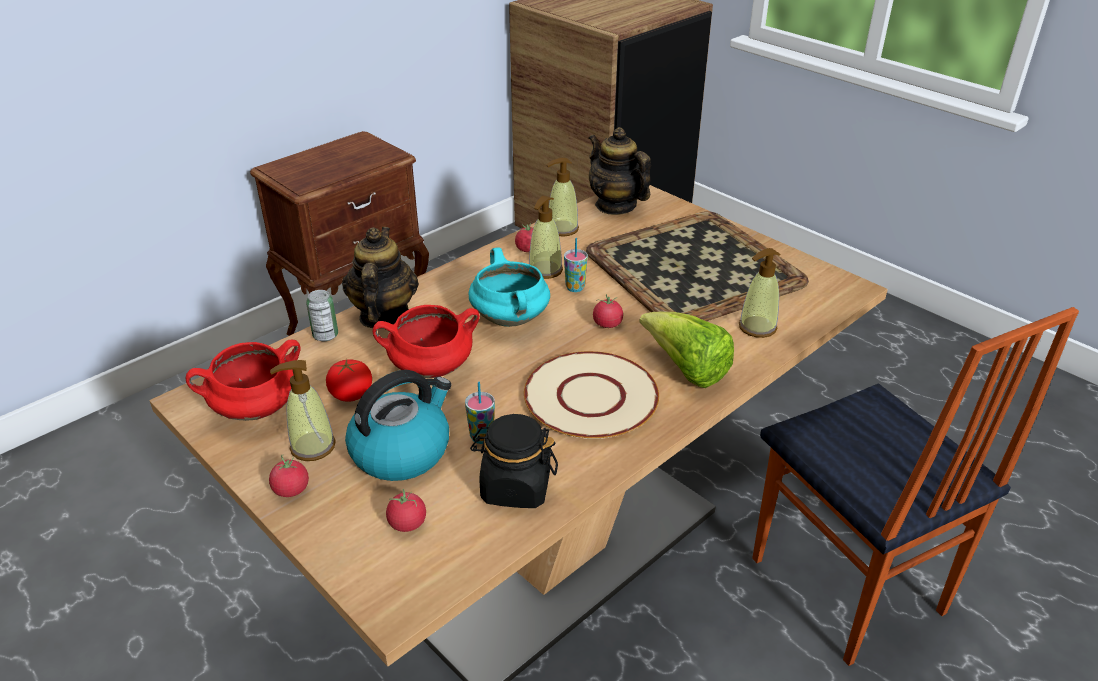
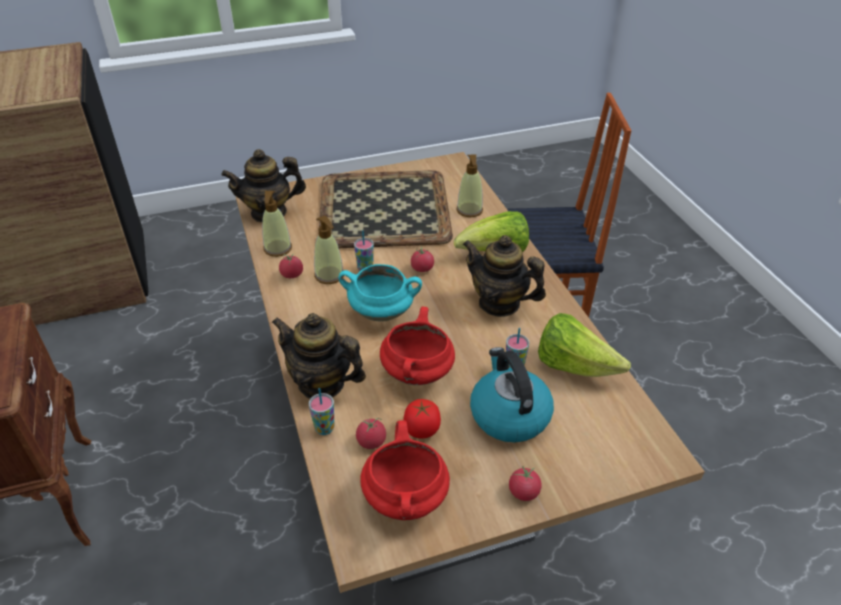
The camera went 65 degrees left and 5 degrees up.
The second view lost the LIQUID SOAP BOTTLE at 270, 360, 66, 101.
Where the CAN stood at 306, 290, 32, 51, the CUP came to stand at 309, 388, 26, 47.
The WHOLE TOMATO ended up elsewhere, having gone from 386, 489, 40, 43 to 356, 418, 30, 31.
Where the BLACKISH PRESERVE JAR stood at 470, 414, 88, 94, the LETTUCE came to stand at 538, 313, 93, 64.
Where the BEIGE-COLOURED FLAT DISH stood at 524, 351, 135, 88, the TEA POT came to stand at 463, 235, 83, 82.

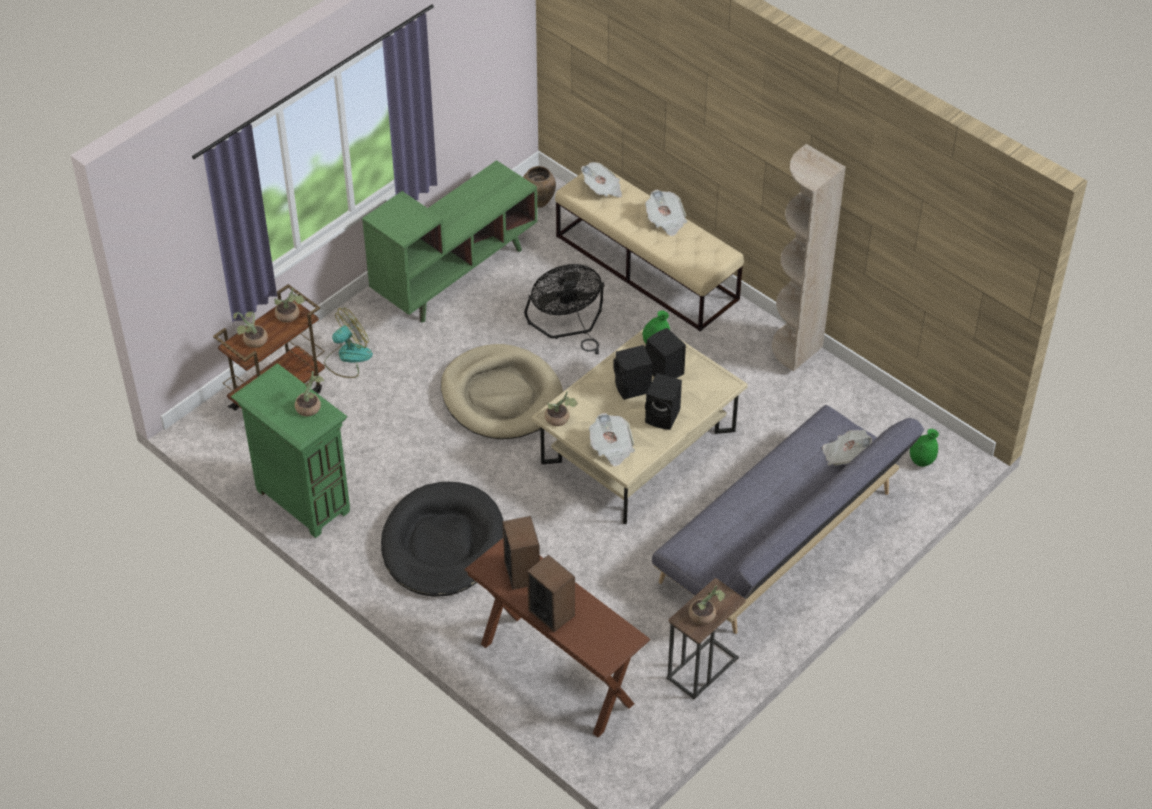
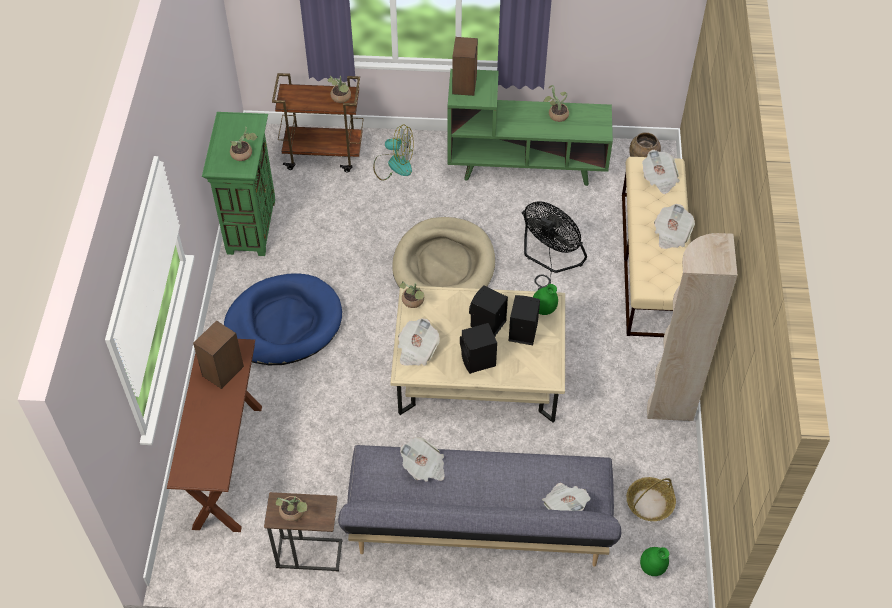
The camera went 50 degrees right and 5 degrees up.
The PLANT IN A POT ended up elsewhere, having gone from 233, 311, 35, 37 to 543, 85, 26, 37.
What was the BLACKISH DOG BED at 381, 482, 122, 115 turned into the BLUISH DOG BED at 224, 273, 118, 92.
The AUDIO SPEAKER ended up elsewhere, having gone from 527, 555, 48, 77 to 452, 37, 26, 59.
The second view gained the DAILY PAPER at 400, 437, 44, 45.
The second view gained the STORAGE BASKET at 626, 477, 50, 44.

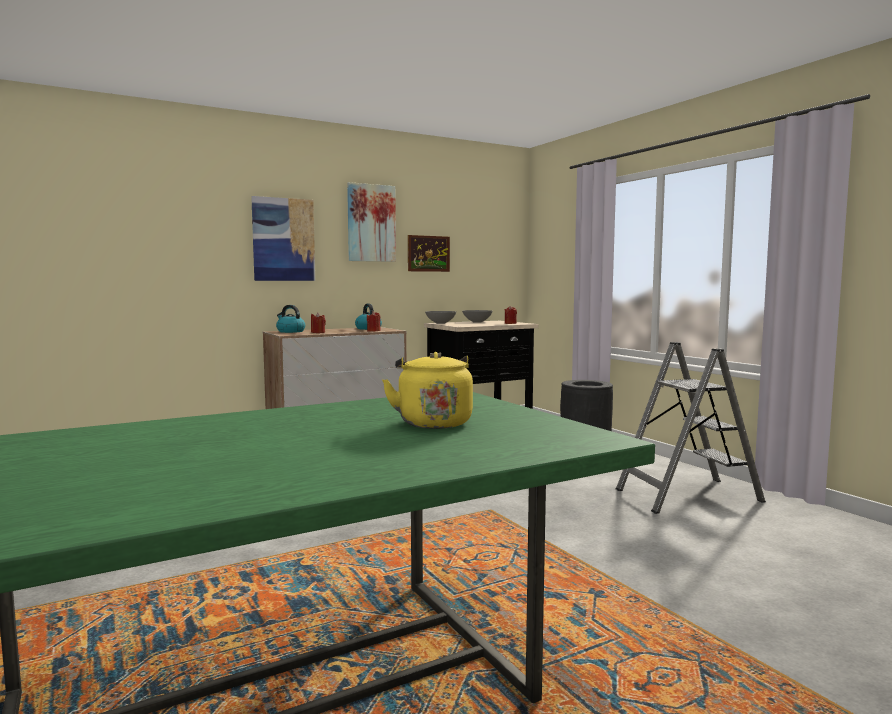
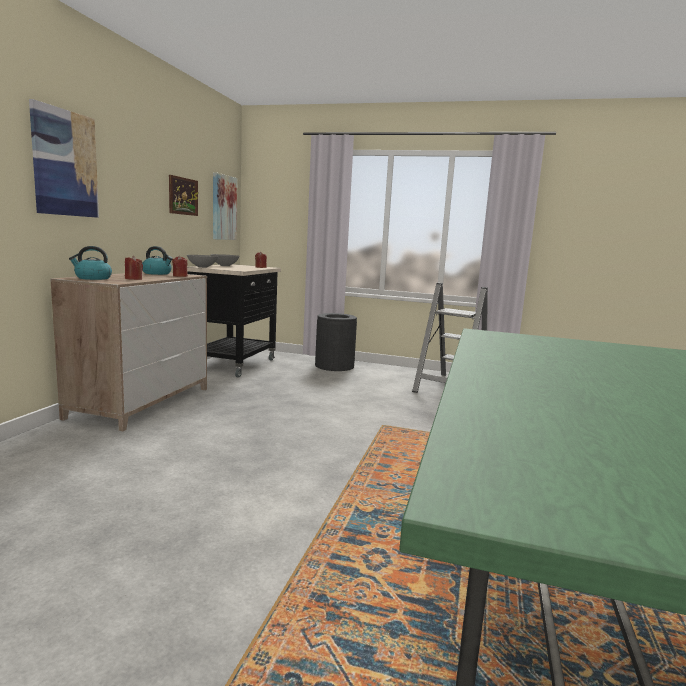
The camera went 45 degrees left and 5 degrees up.
The PICTURE ended up elsewhere, having gone from 347, 182, 49, 80 to 213, 172, 24, 68.
The second view lost the YELLOW TEA KETTLE at 382, 352, 91, 77.

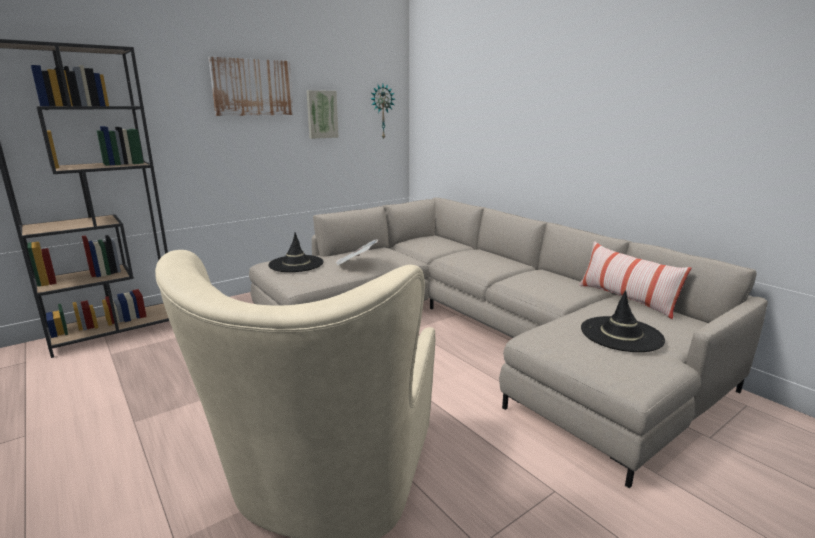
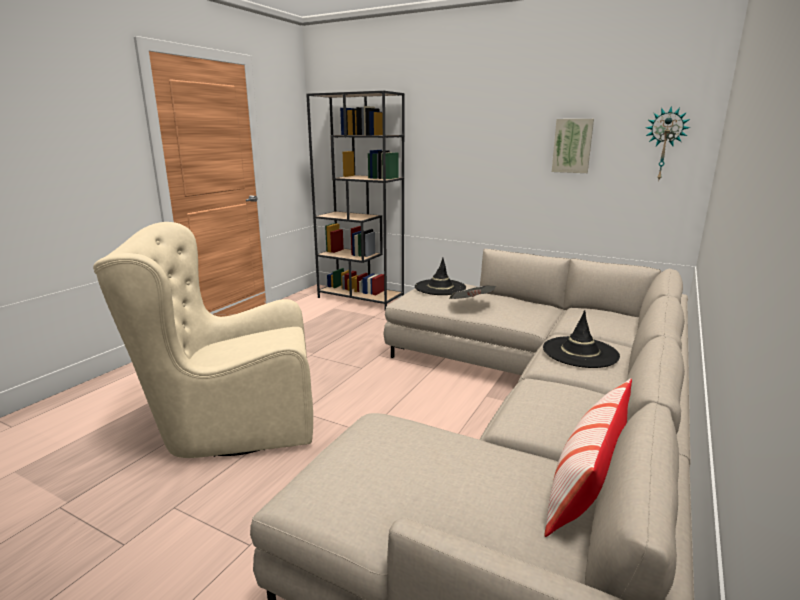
The camera went 65 degrees right and 0 degrees up.
The second view lost the PICTURE at 208, 57, 85, 59.
The BLACKISH CLOTHING HAT ended up elsewhere, having gone from 581, 290, 84, 62 to 543, 310, 77, 58.

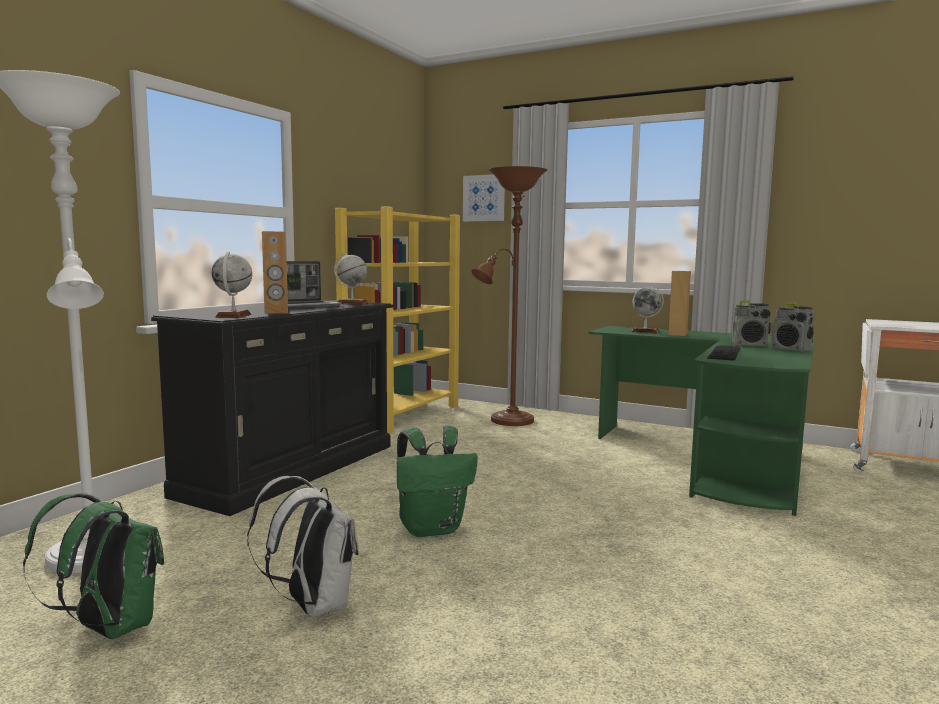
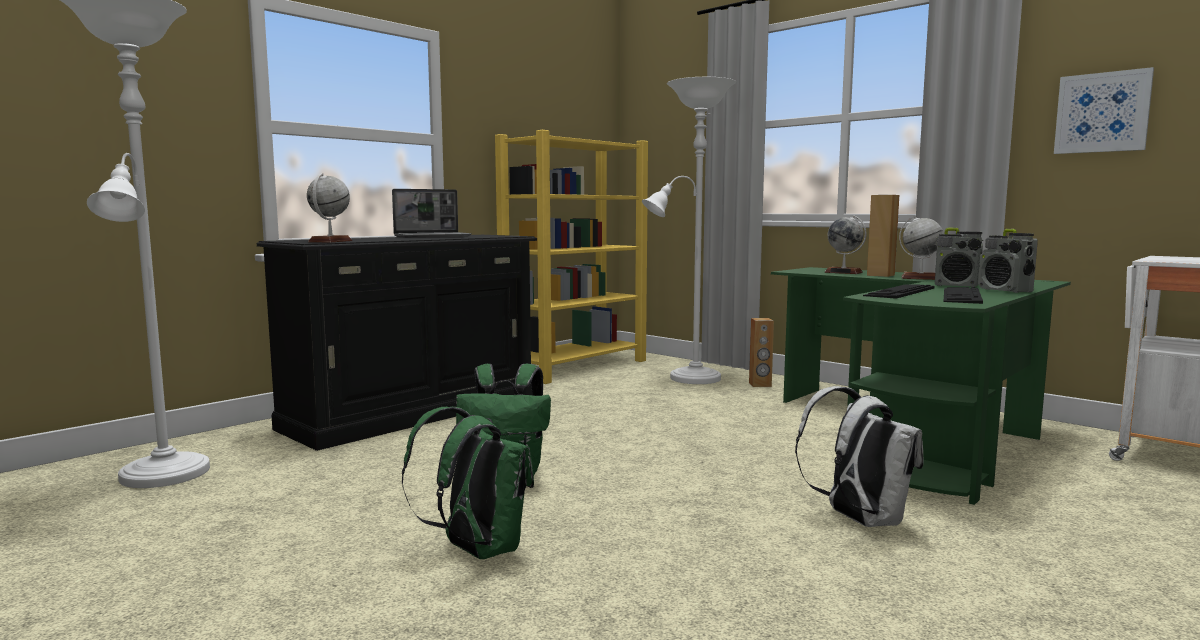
The camera went 15 degrees right and 0 degrees up.
The GREEN-COLOURED RUCKSACK ended up elsewhere, having gone from 23, 493, 141, 146 to 402, 407, 132, 152.
The WHITE RUCKSACK ended up elsewhere, having gone from 247, 476, 112, 141 to 795, 386, 129, 141.
The BROWNISH AUDIO SPEAKER ended up elsewhere, having gone from 262, 231, 26, 83 to 749, 318, 25, 69.
The WORLD GLOBE ended up elsewhere, having gone from 334, 253, 34, 52 to 899, 216, 44, 64.
The PICTURE ended up elsewhere, having gone from 463, 174, 42, 47 to 1054, 67, 100, 87.
What was the BROWNISH STANDARD LAMP at 471, 166, 76, 260 turned into the WHITE STANDARD LAMP at 642, 77, 94, 307.
The second view gained the COMPUTER KEYBOARD at 944, 287, 39, 17.

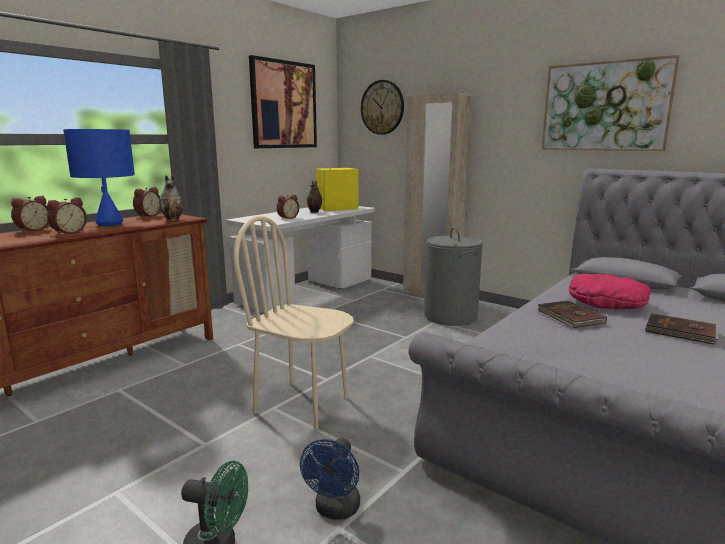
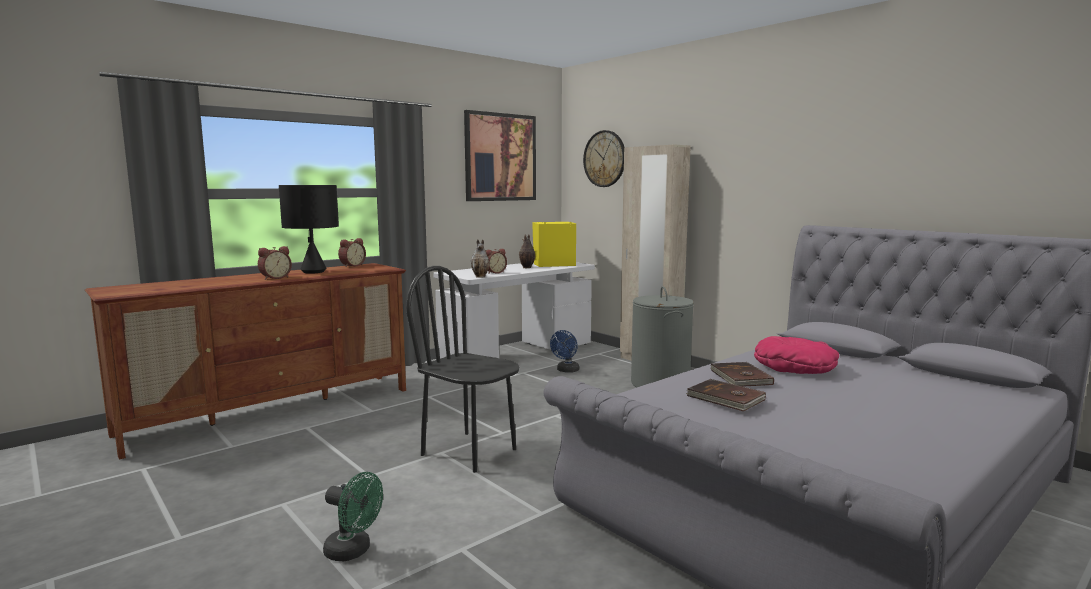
The camera went 10 degrees right and 5 degrees down.
The second view lost the BEDSIDE CLOCK at 11, 196, 38, 36.
What was the BLUISH TABLETOP LAMP at 63, 129, 72, 97 turned into the BLACKISH TABLETOP LAMP at 279, 185, 60, 89.
The DECORATIVE VASE ended up elsewhere, having gone from 159, 175, 24, 46 to 471, 240, 19, 38.
What was the BEIGE-COLOURED UPRIGHT CHAIR at 233, 216, 121, 213 turned into the BLACKISH UPRIGHT CHAIR at 406, 266, 114, 207.
The BLUISH ELECTRIC FAN ended up elsewhere, having gone from 300, 438, 60, 82 to 550, 330, 29, 43.
The second view lost the PICTURE at 542, 55, 138, 96.
The BROWNISH BOOK ended up elsewhere, having gone from 644, 313, 74, 32 to 686, 379, 80, 32.

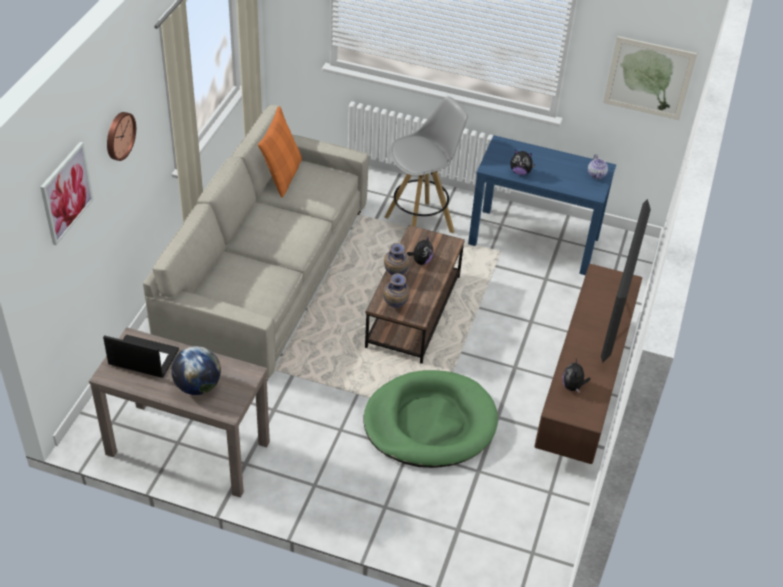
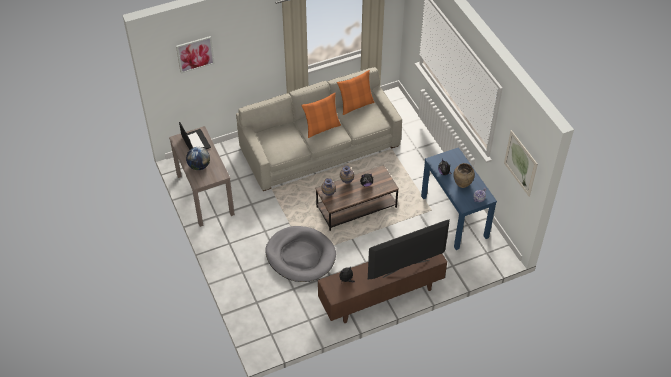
The camera went 50 degrees right and 5 degrees up.
The second view lost the WALL CLOCK at 107, 112, 29, 49.
What was the GREEN-COLOURED DOG BED at 364, 370, 134, 98 turned into the GREYISH DOG BED at 265, 226, 71, 56.
The second view lost the GREYISH STOOL at 384, 96, 84, 137.
The second view gained the ORANGE-COLOURED PILLOW at 301, 93, 40, 45.
The second view gained the BROWNISH DECORATIVE VASE at 453, 163, 22, 25.

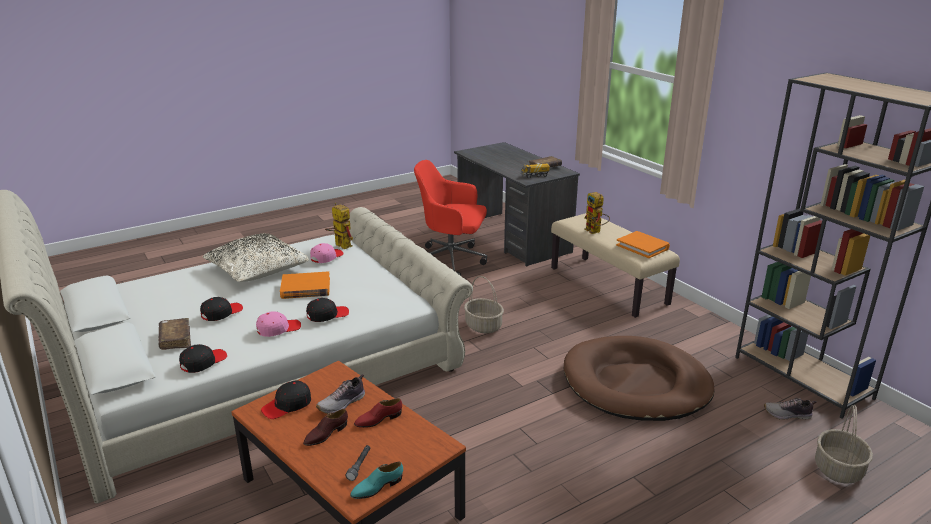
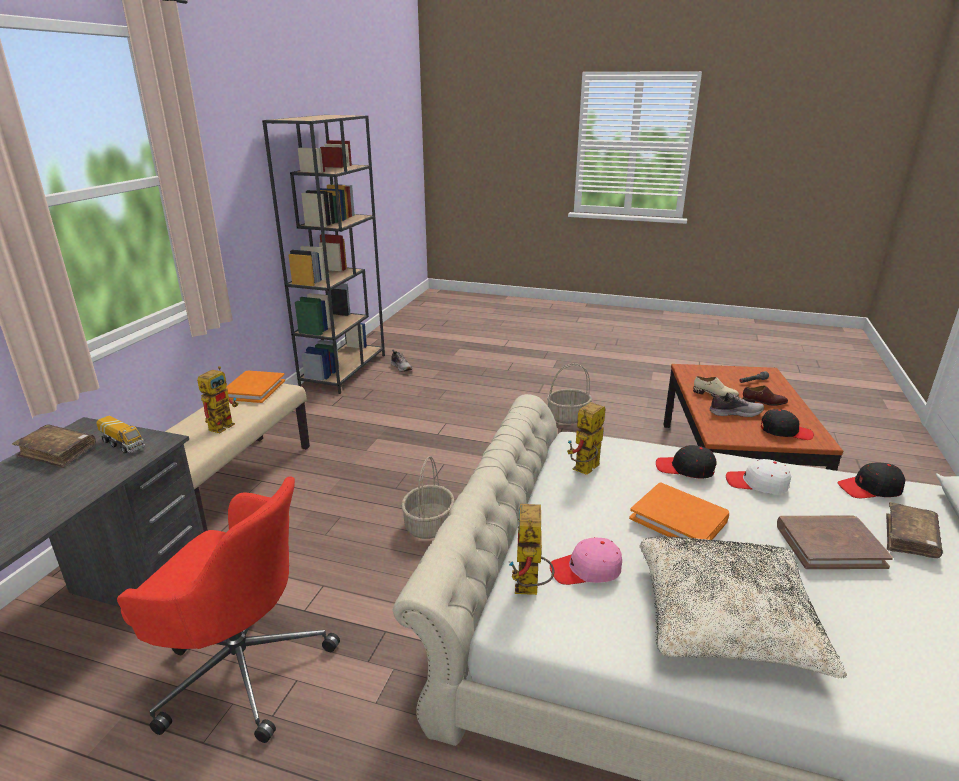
The camera went 130 degrees left and 0 degrees up.
Where the BLACKISH CAP stood at 200, 297, 43, 24, the BROWNISH BOOK came to stand at 777, 515, 116, 54.
What was the PINKISH CAP at 256, 311, 45, 26 turned into the WHITE CAP at 726, 459, 65, 35.
The second view lost the TURQUOISE ITEM OF FOOTWEAR at 350, 462, 53, 37.
What was the REDDISH ITEM OF FOOTWEAR at 354, 398, 48, 30 turned into the BEIGE-COLOURED ITEM OF FOOTWEAR at 693, 376, 46, 21.
The REDDISH OFFICE CHAIR at 414, 160, 73, 116 ended up facing another way, 45 degrees counterclockwise from before.
The second view lost the BROWNISH DOG BED at 564, 336, 151, 85.
The STORAGE BASKET ended up elsewhere, having gone from 815, 405, 58, 79 to 547, 363, 45, 61.
The second view gained the ROBOT FIGURE at 567, 402, 38, 73.

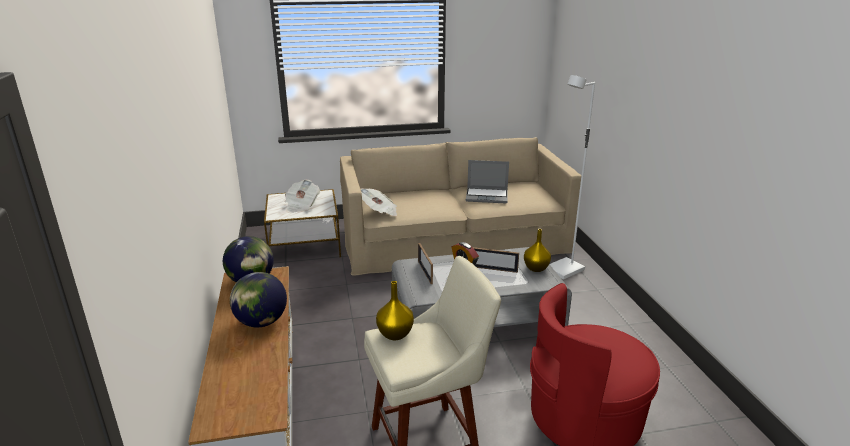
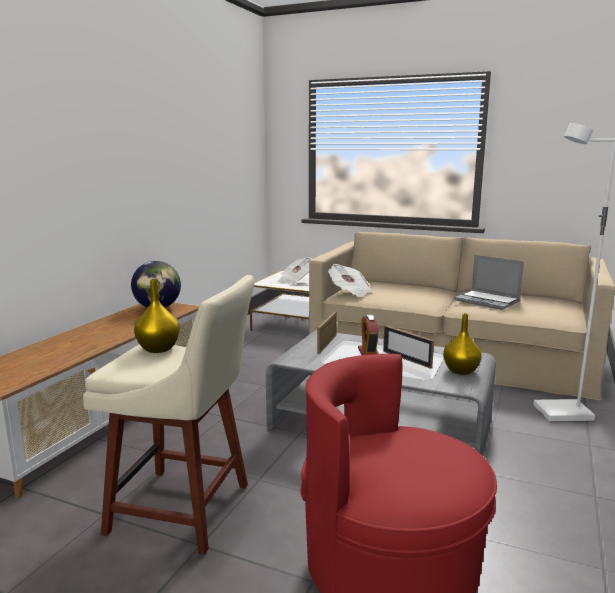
The camera went 35 degrees right and 10 degrees down.
The second view lost the WORLD GLOBE at 230, 272, 57, 55.

